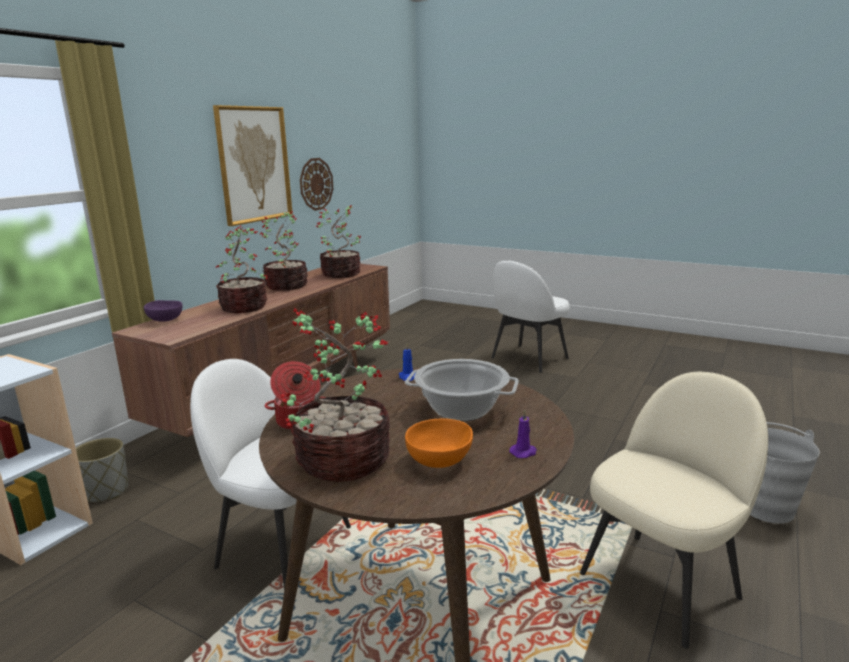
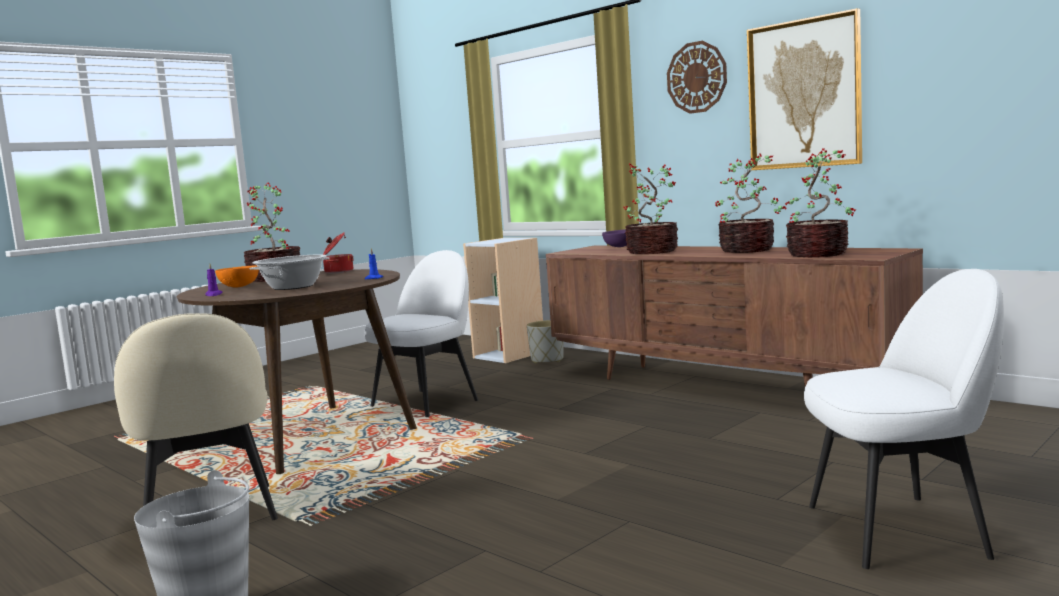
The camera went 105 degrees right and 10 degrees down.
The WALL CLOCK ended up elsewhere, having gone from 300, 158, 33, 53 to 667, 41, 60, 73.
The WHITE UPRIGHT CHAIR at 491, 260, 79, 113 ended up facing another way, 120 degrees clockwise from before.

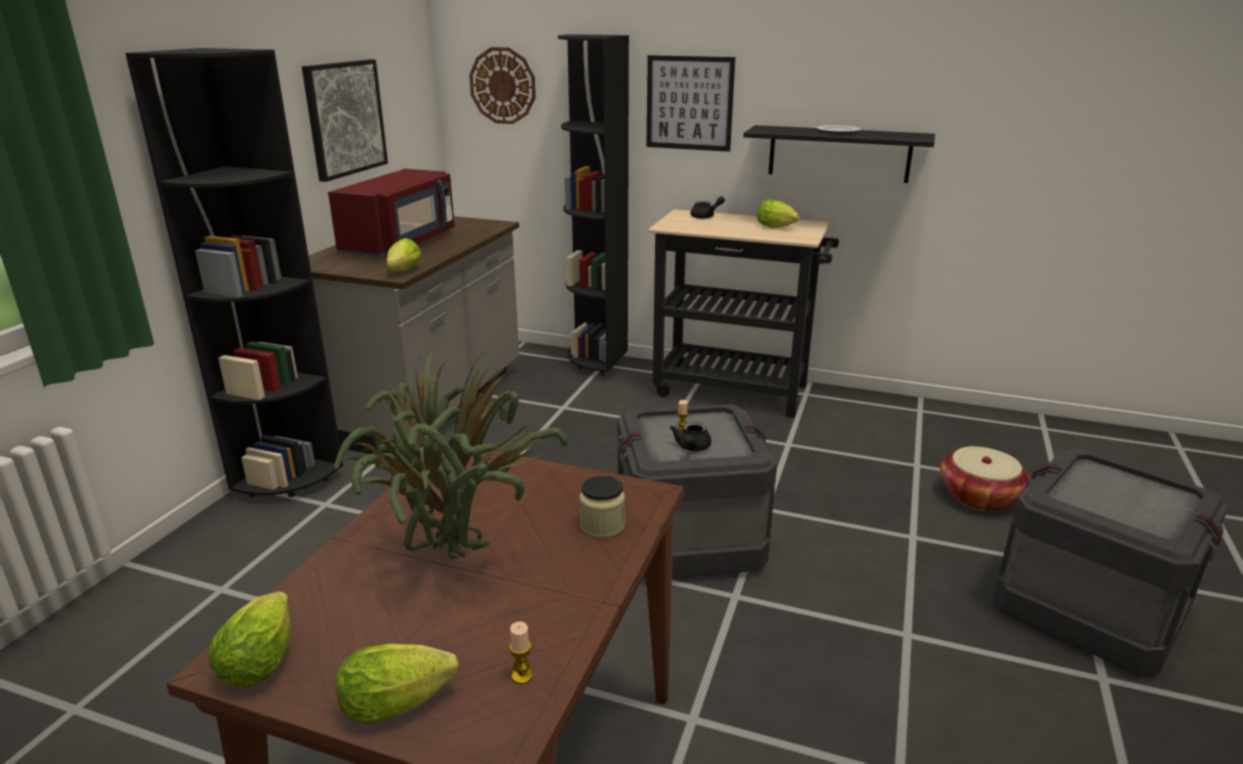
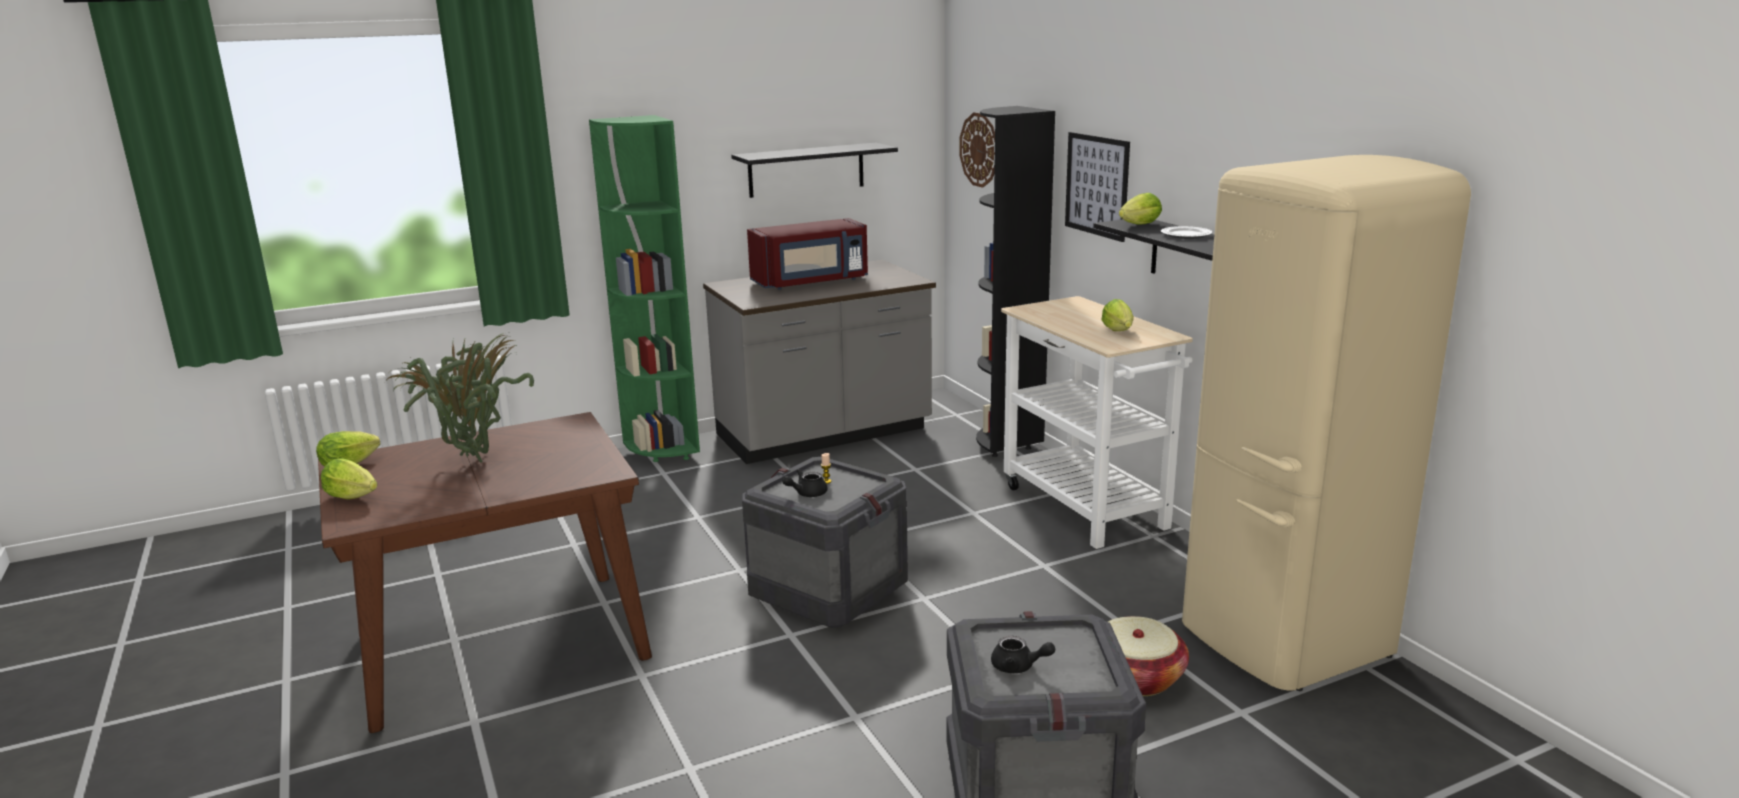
The camera went 45 degrees right and 5 degrees down.
What was the BLACKISH BOOKSHELF at 125, 48, 218, 449 turned into the GREEN-COLOURED BOOKSHELF at 589, 115, 111, 347.
Where the PICTURE hung at 302, 59, 86, 123, the BLACKISH BRACKET SHELF came to hang at 731, 143, 167, 55.
The LETTUCE ended up elsewhere, having gone from 387, 238, 35, 33 to 1119, 193, 43, 32.
The second view lost the WAX CANDLE at 509, 621, 24, 63.
The second view lost the PRESERVE JAR at 580, 476, 45, 62.
What was the BLACKISH WHEELED CART at 648, 210, 191, 208 turned into the WHITE WHEELED CART at 1001, 296, 192, 253.
The BLACKISH TEA POT ended up elsewhere, having gone from 690, 196, 35, 23 to 991, 636, 64, 37.
The second view gained the BEIGE-COLOURED REFRIGERATOR at 1182, 155, 289, 536.

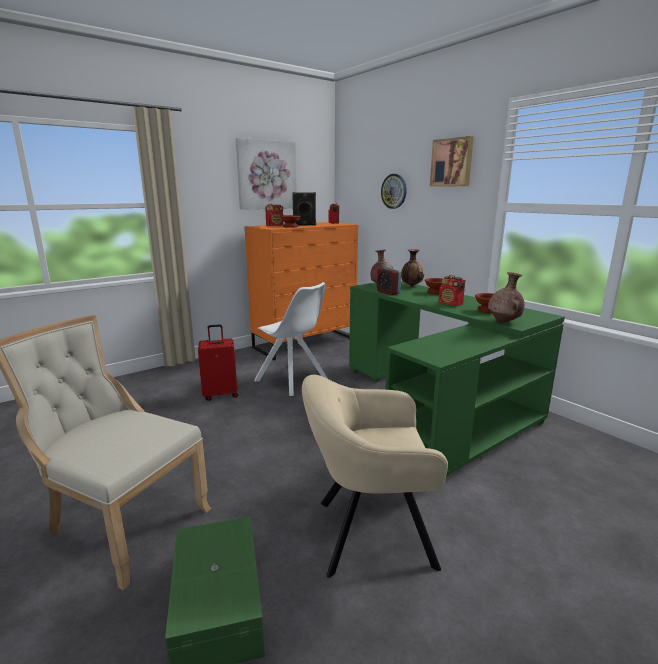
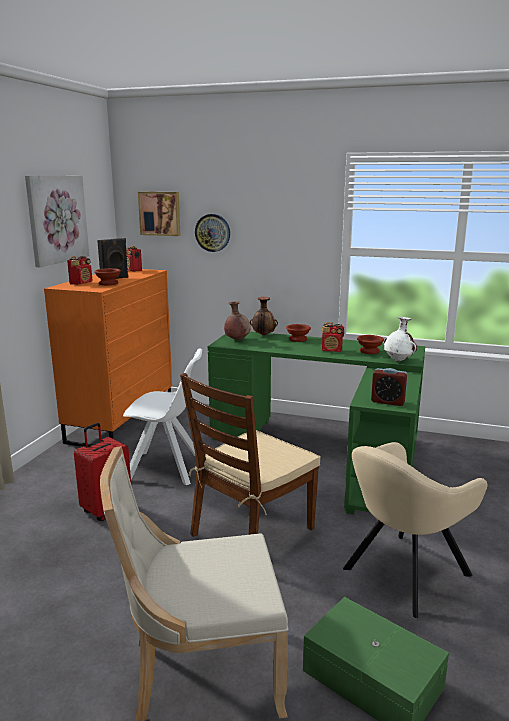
The camera went 35 degrees left and 0 degrees up.
The BEDSIDE CLOCK ended up elsewhere, having gone from 377, 266, 24, 29 to 371, 368, 37, 38.
The PICTURE ended up elsewhere, having gone from 430, 136, 44, 51 to 138, 192, 42, 44.
What was the BROWNISH DECORATIVE VASE at 488, 272, 36, 51 turned into the WHITE DECORATIVE VASE at 383, 317, 34, 45.
The second view gained the BROWNISH UPRIGHT CHAIR at 180, 373, 140, 164.

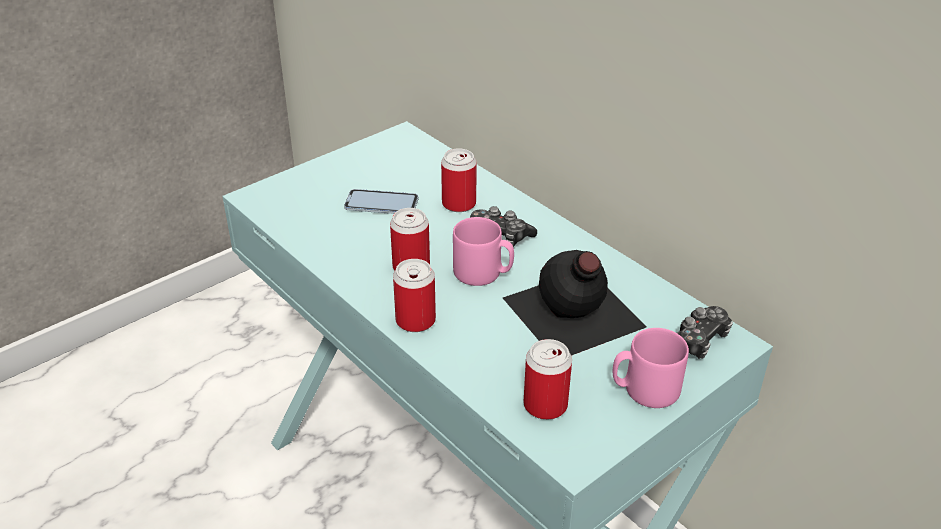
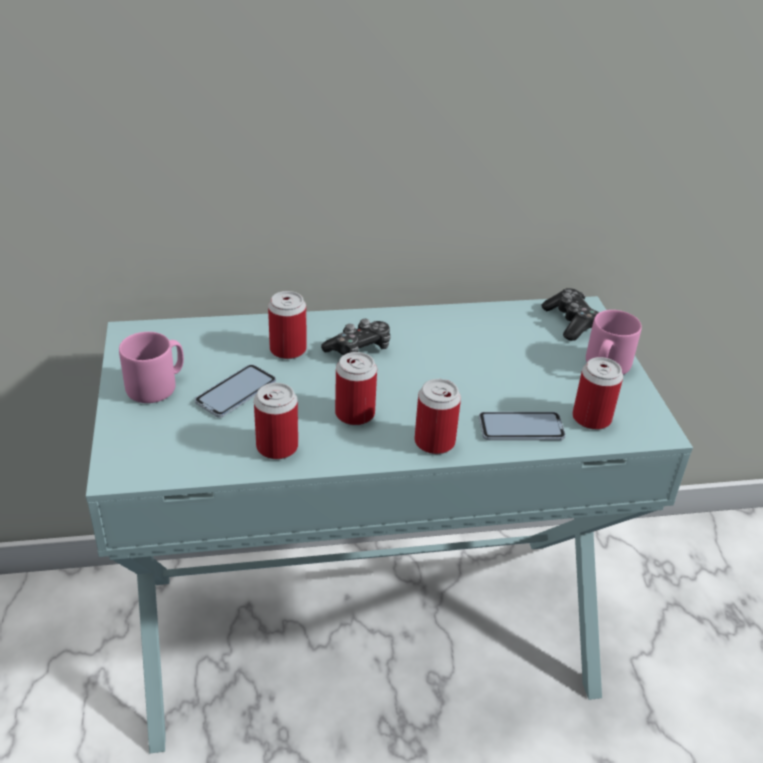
The camera went 60 degrees left and 0 degrees up.
The PINKISH COFFEE MUG ended up elsewhere, having gone from 453, 217, 61, 69 to 119, 332, 65, 71.
The second view lost the BLACKISH BEVERAGE BOTTLE at 503, 250, 144, 106.
The second view gained the CAN at 254, 383, 44, 76.
The second view gained the TELEPHONE at 479, 412, 87, 28.

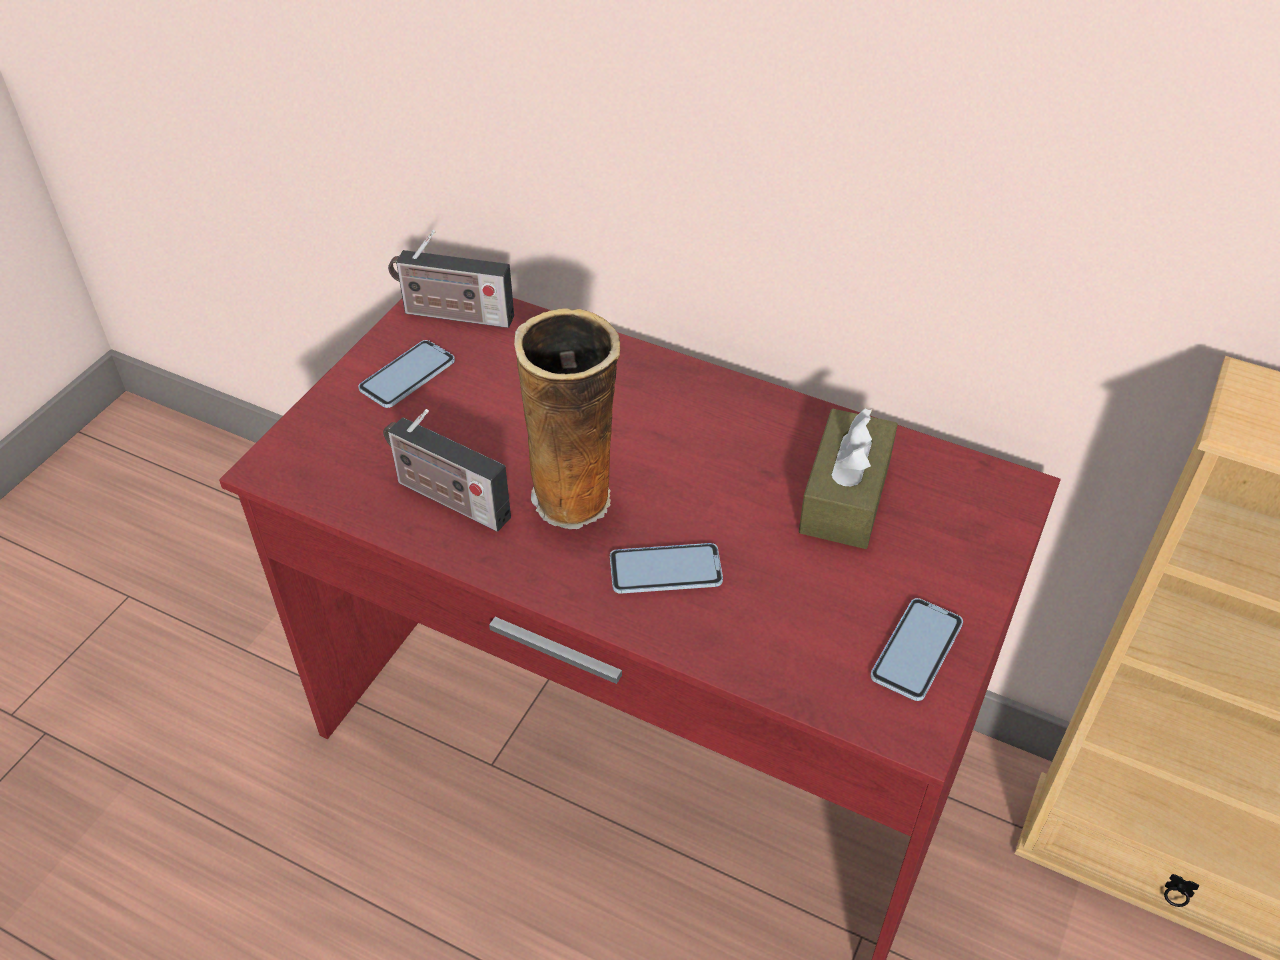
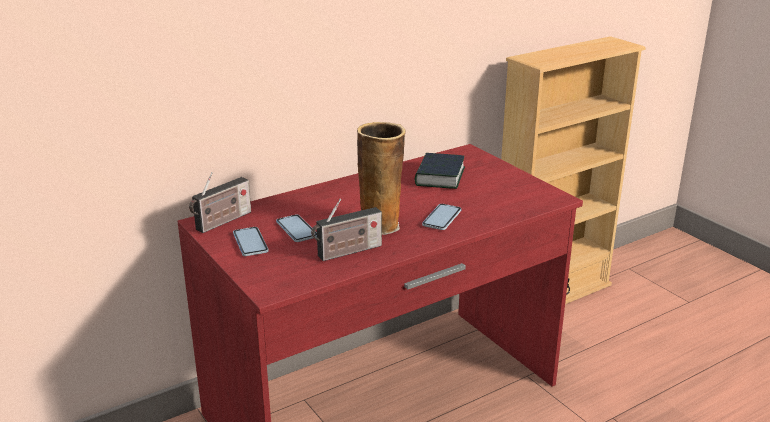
The camera went 60 degrees left and 20 degrees down.
Where the BROWNISH TISSUE BOX stood at 799, 408, 99, 141, the BOOK came to stand at 415, 153, 50, 36.
The TELEPHONE ended up elsewhere, having gone from 870, 598, 93, 103 to 276, 214, 41, 28.

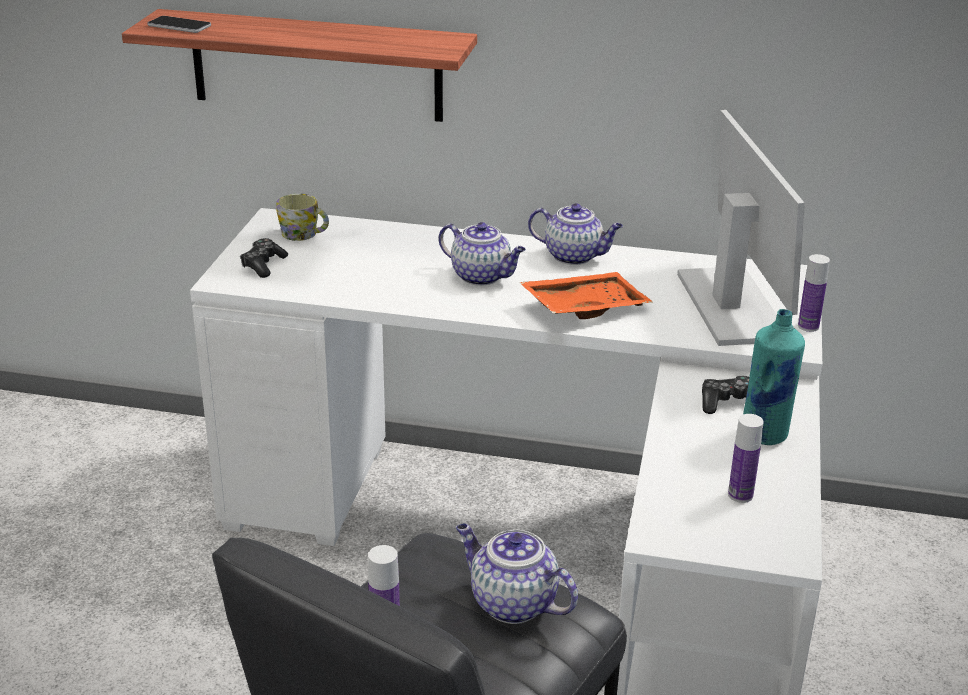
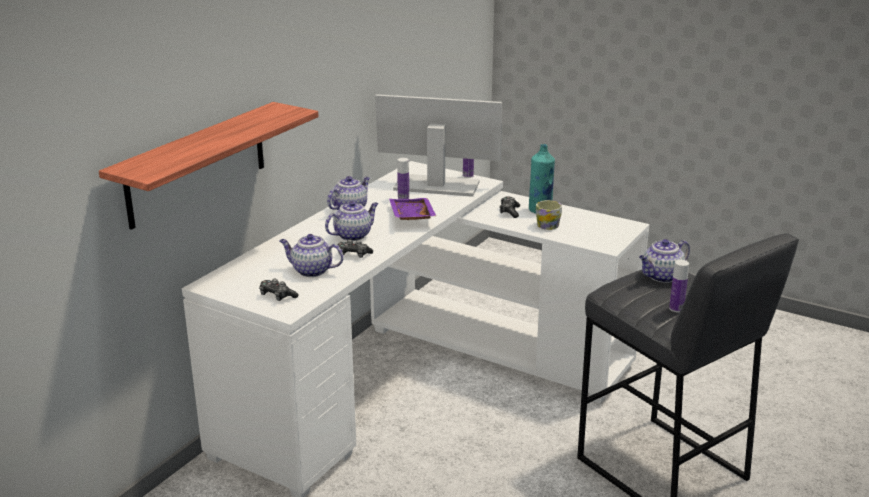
The camera went 70 degrees left and 5 degrees down.
The second view lost the TELEPHONE at 147, 16, 64, 17.
The COFFEE MUG ended up elsewhere, having gone from 276, 194, 53, 47 to 536, 200, 26, 30.
What was the ORANGE-COLOURED SERVING TRAY at 519, 272, 135, 47 turned into the PURPLE-COLOURED SERVING TRAY at 389, 198, 47, 22.
The BEVERAGE BOTTLE ended up elsewhere, having gone from 728, 414, 36, 89 to 397, 158, 12, 41.
The second view gained the TEA POT at 280, 234, 64, 43.
The second view gained the GAMEPAD at 338, 239, 35, 19.

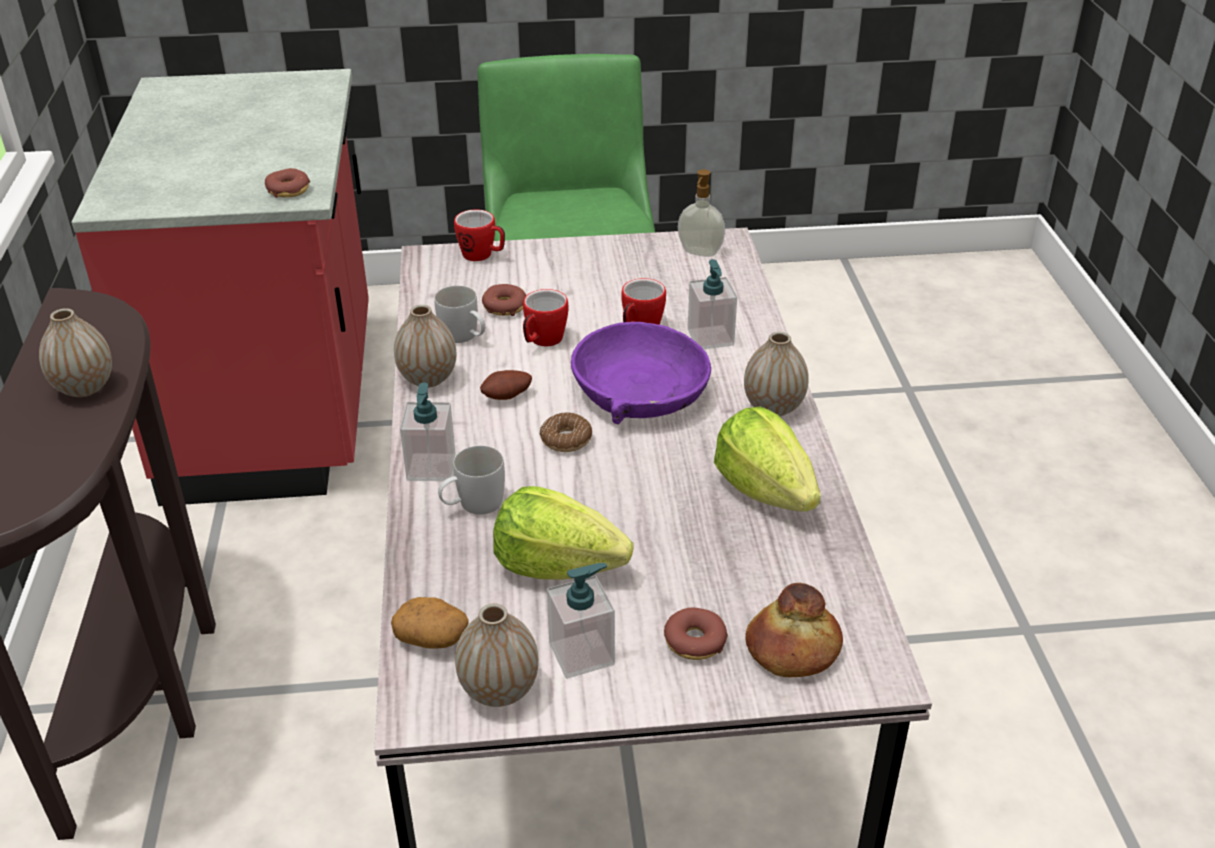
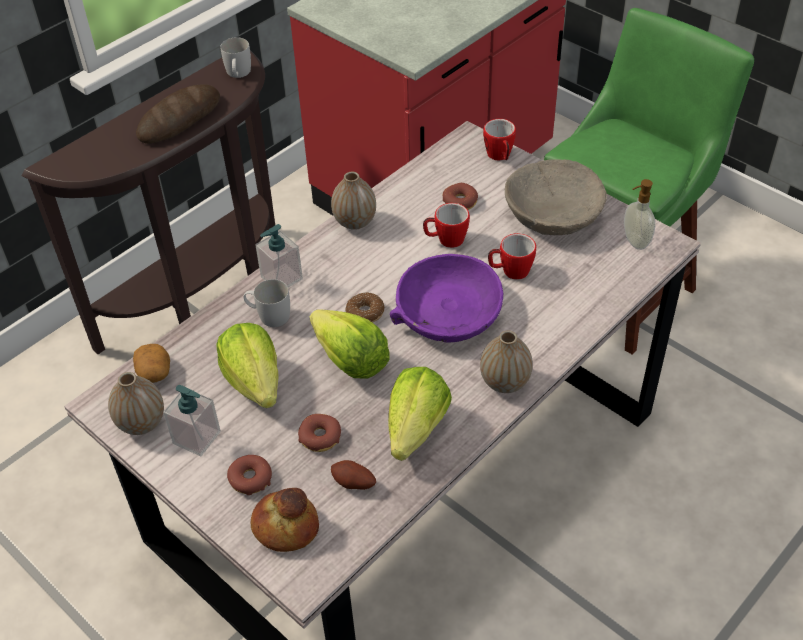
The camera went 50 degrees right and 10 degrees up.
Where the DECORATIVE VASE stood at 39, 308, 73, 89, the BREAD came to stand at 136, 84, 84, 60.
The DOUGHNUT ended up elsewhere, having gone from 265, 168, 45, 30 to 298, 414, 43, 38.
The WHITE COFFEE MUG ended up elsewhere, having gone from 434, 286, 51, 57 to 220, 37, 31, 41.
The POTATO ended up elsewhere, having gone from 480, 370, 52, 30 to 331, 460, 45, 30.
The second view lost the LIQUID SOAP BOTTLE at 688, 259, 49, 90.
The second view gained the LETTUCE at 310, 309, 80, 69.
The second view gained the BEIGE-COLOURED BOWL at 505, 159, 102, 76.

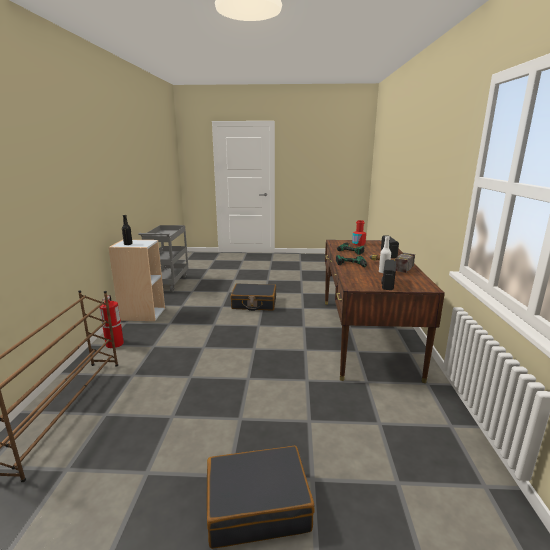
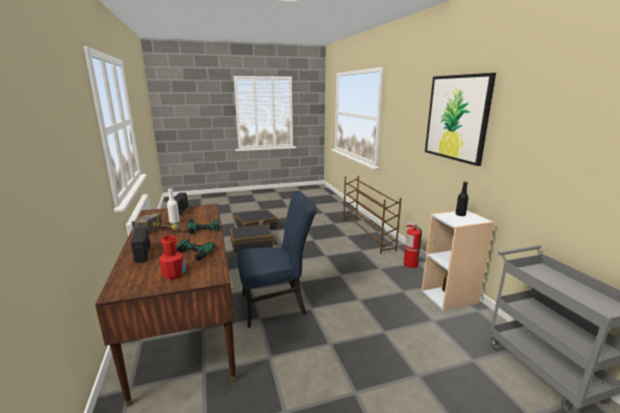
The camera went 160 degrees right and 0 degrees up.
The BLACKISH TRAVEL CASE ended up elsewhere, having gone from 230, 283, 46, 28 to 230, 224, 43, 29.
The second view gained the BLUISH UPRIGHT CHAIR at 238, 192, 78, 136.
The second view gained the PICTURE at 425, 73, 71, 93.

